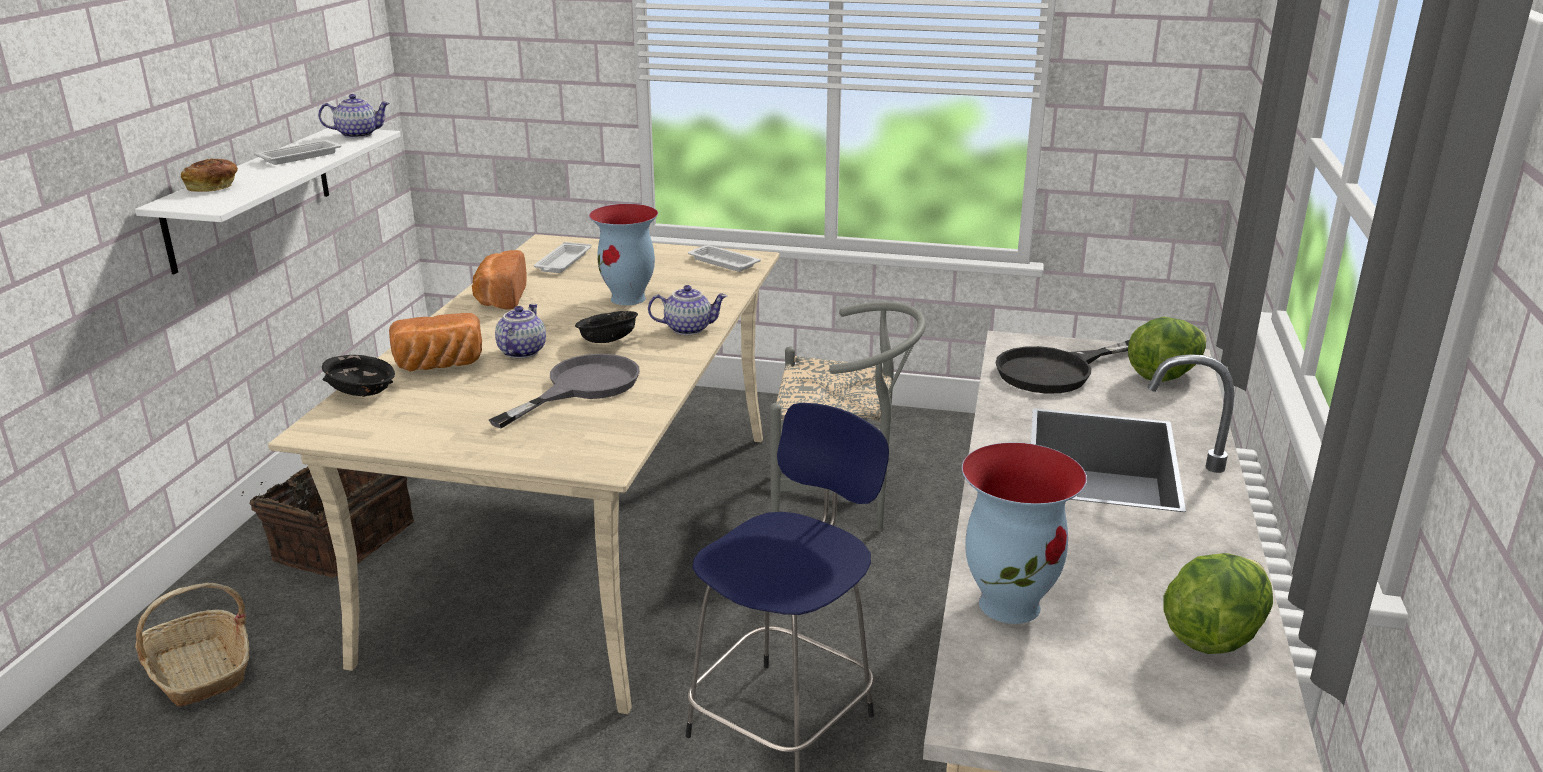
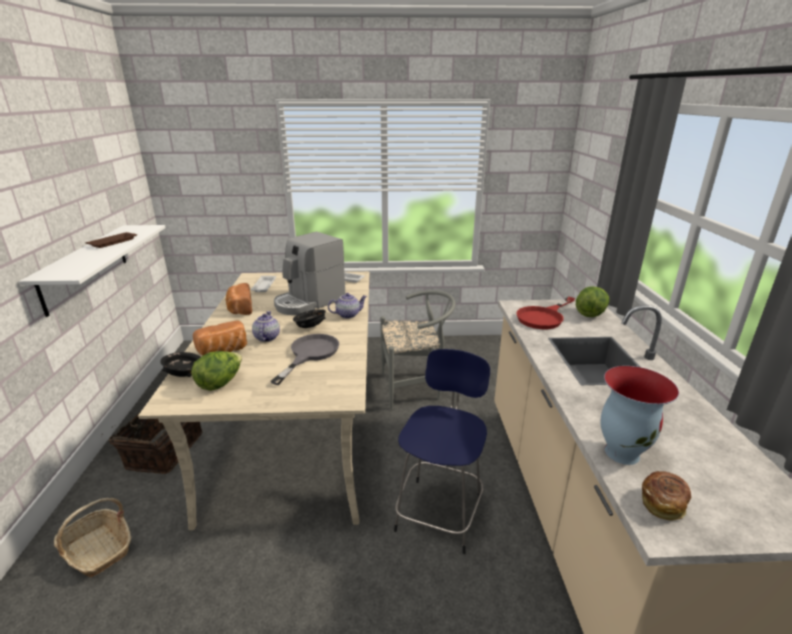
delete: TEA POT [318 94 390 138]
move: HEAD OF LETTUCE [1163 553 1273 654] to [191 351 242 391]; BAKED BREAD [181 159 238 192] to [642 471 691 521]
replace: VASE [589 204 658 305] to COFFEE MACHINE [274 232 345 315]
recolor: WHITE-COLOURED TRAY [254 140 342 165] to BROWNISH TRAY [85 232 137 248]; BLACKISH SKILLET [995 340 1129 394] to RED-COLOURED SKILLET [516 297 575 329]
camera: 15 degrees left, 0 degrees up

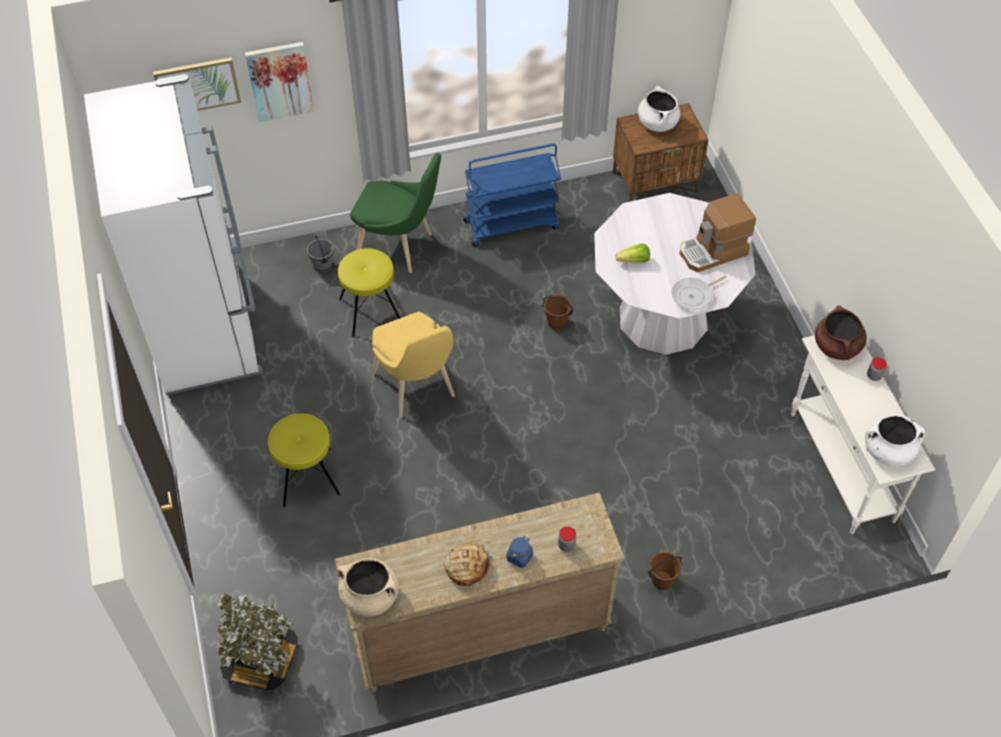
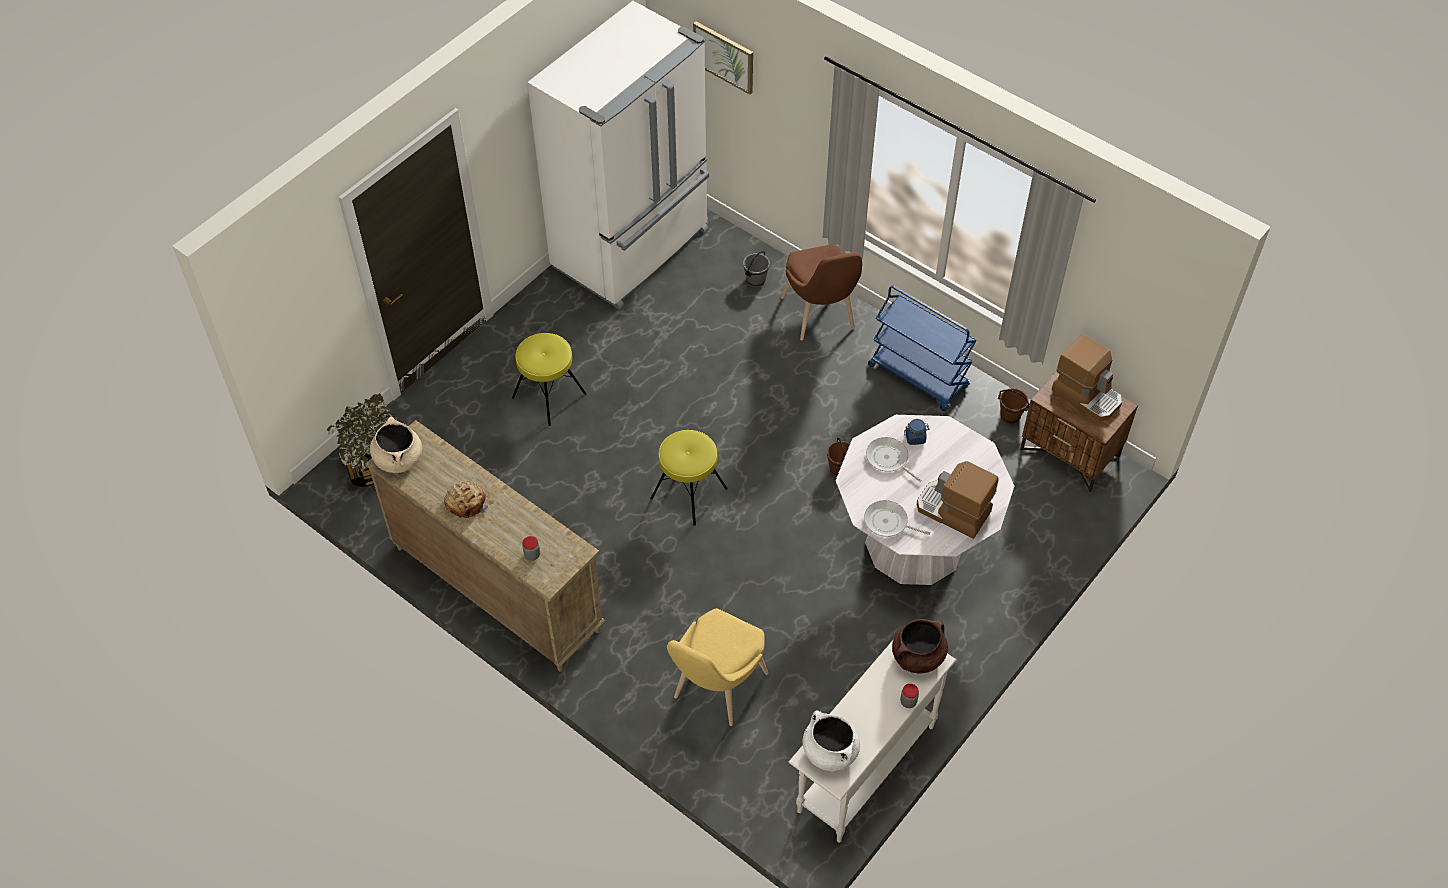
delete: PICTURE [245 42 314 122]
move: YELLOWISH SITTING STOOL [338 248 400 337] to [650 430 728 526]; YELLOWISH PLAIN CHAIR [372 312 455 418] to [667 608 769 726]; BLUE-COLOURED STORAGE JAR [507 536 533 568] to [904 419 930 445]; BROWNISH WATER BUCKET [648 552 683 590] to [998 388 1029 424]
replace: HEAD OF LETTUCE [616 244 650 263] to SKILLET [866 437 922 482]; WHITE-COLOURED STOCKPOT [638 86 680 132] to COFFEE MACHINE [1052 334 1122 421]
recolor: GREEN-COLOURED PLAIN CHAIR [350 153 441 273] to BROWNISH PLAIN CHAIR [781 245 862 341]
camera: 55 degrees right, 0 degrees up

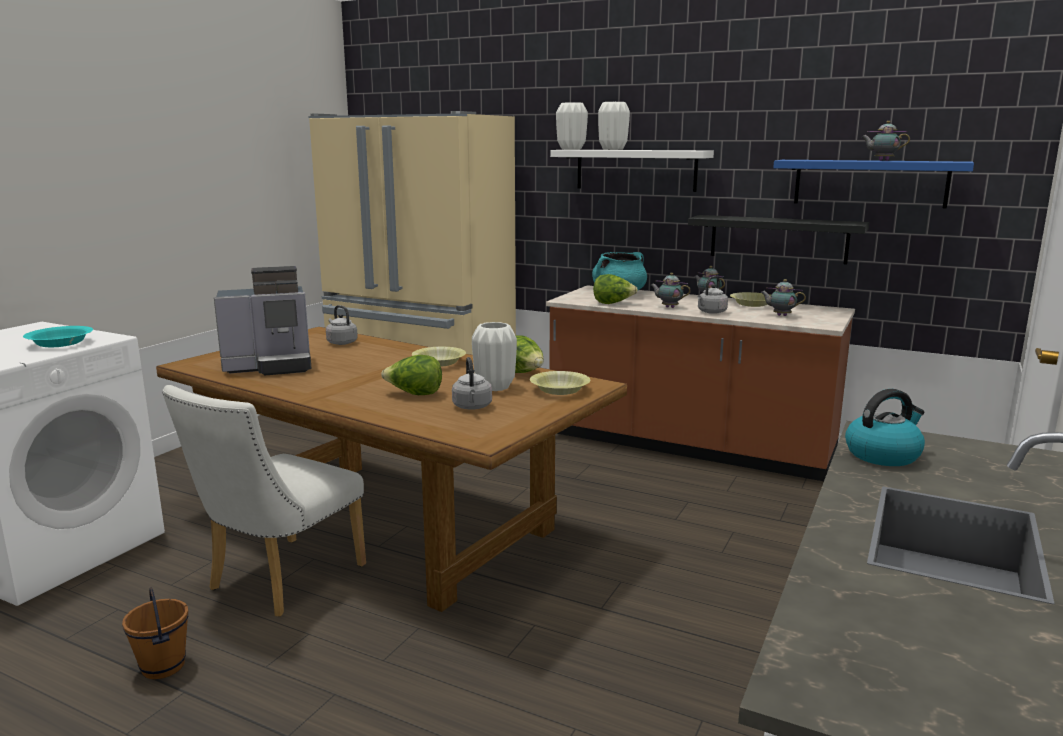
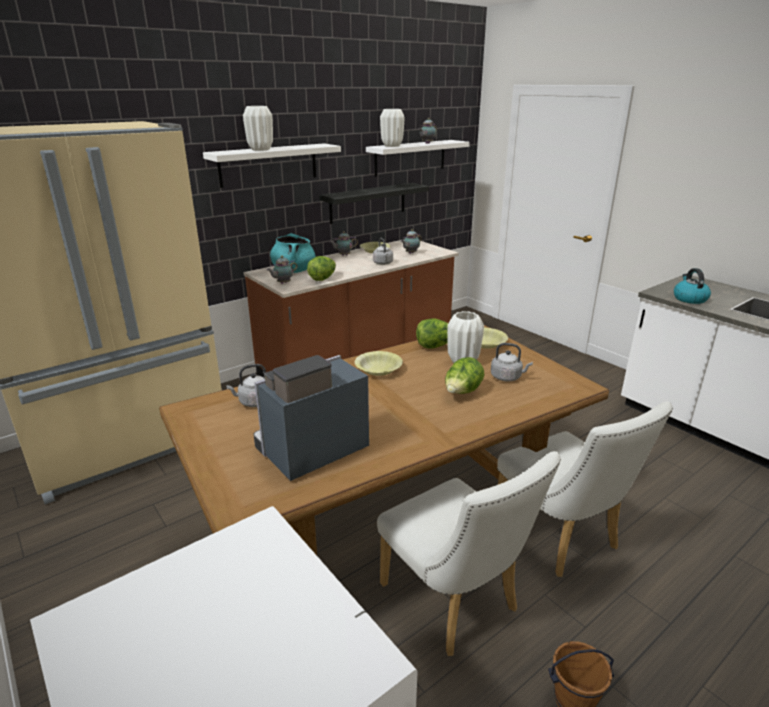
delete: BLUE-GREEN BOWL [23 326 93 347]
insert: WHITE-COLOURED PLAIN CHAIR [497 402 673 577]
move: TEA POT [650 273 691 308] to [267 256 297 284]; WHITE-COLOURED VASE [556 102 588 150] to [380 109 405 147]
recolor: BLUE-COLOURED SHELF [773 160 974 208] to WHITE-COLOURED SHELF [366 140 470 177]
rotate: COFFEE MACHINE [214 266 311 375] = [254 355 369 481] 135 degrees counterclockwise
camera: 65 degrees left, 10 degrees up

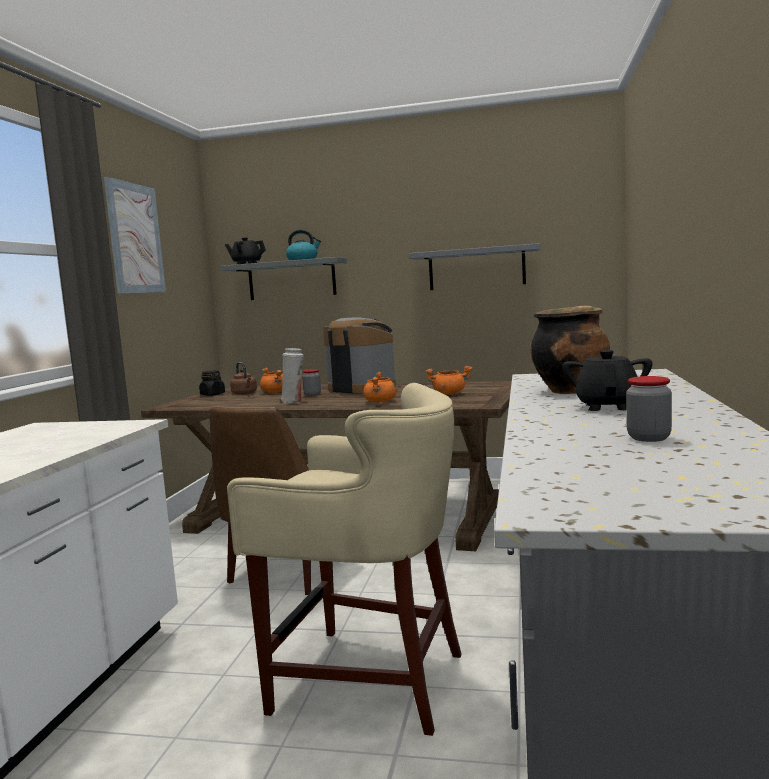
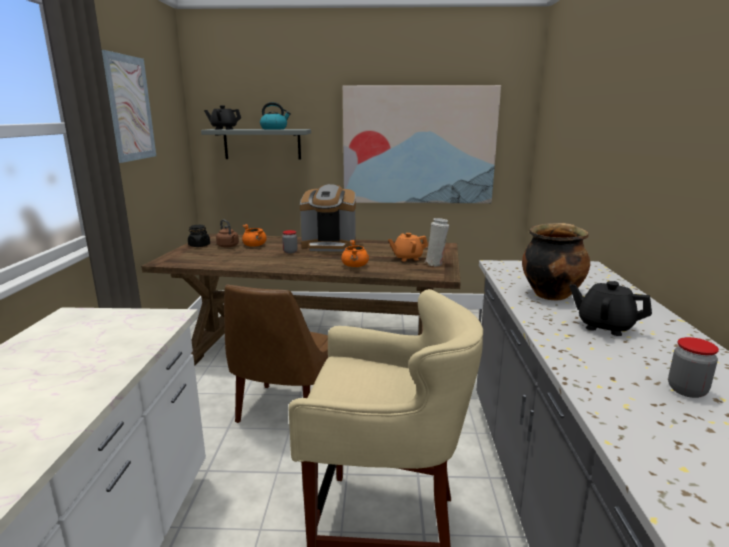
move: WHITE-COLOURED VASE [281 348 304 403] to [424 218 449 266]
replace: GREY SHELF [409 243 540 290] to PICTURE [343 85 501 203]; ORANGE STOCKPOT [426 366 472 395] to ORANGE TEA POT [388 233 428 261]
rotate: COFFEE MACHINE [323 318 396 394] = [300 184 356 252] 150 degrees clockwise; BLACKISH TEA POT [563 350 653 411] = [569 281 652 336] 60 degrees counterclockwise
camera: 10 degrees left, 10 degrees up

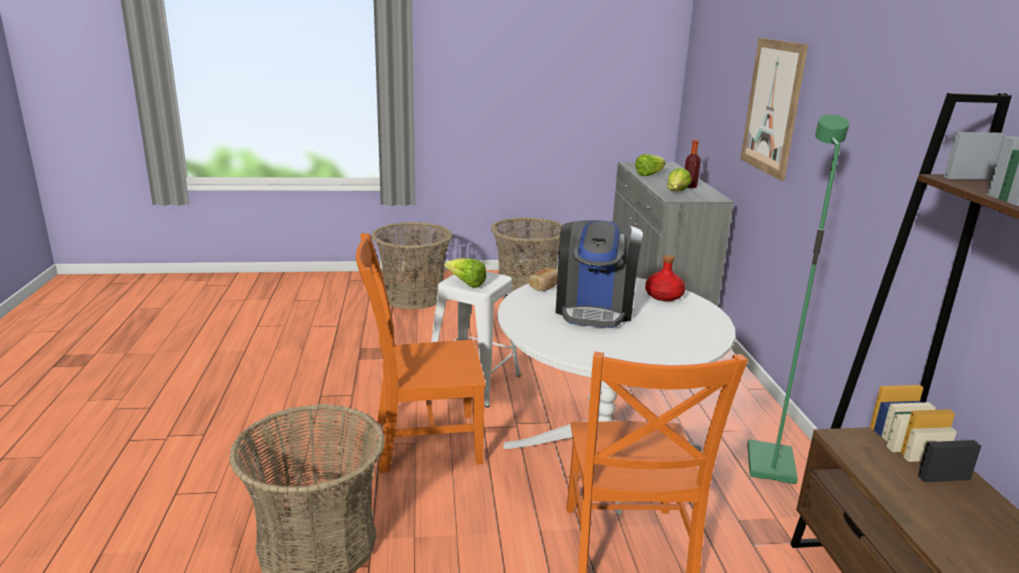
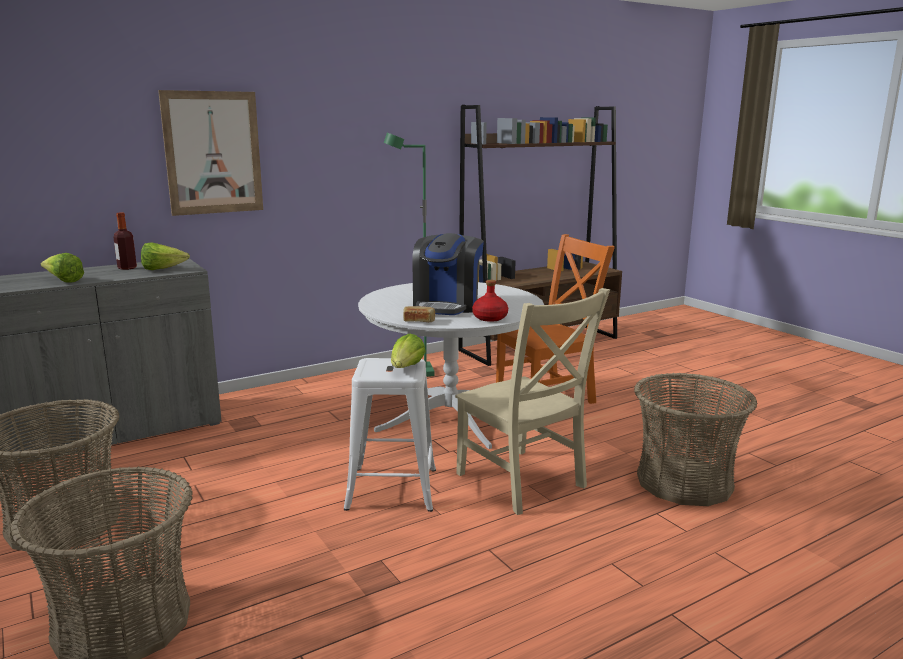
move: RED-COLOURED BEVERAGE BOTTLE [645 255 685 301] to [472 280 508 322]
recolor: ORANGE PLAIN CHAIR [356 233 486 473] to SAND-COLOURED PLAIN CHAIR [455 288 610 515]
rotate: COFFEE MACHINE [556 220 643 328] = [412 233 484 315] 120 degrees clockwise
camera: 115 degrees left, 5 degrees down

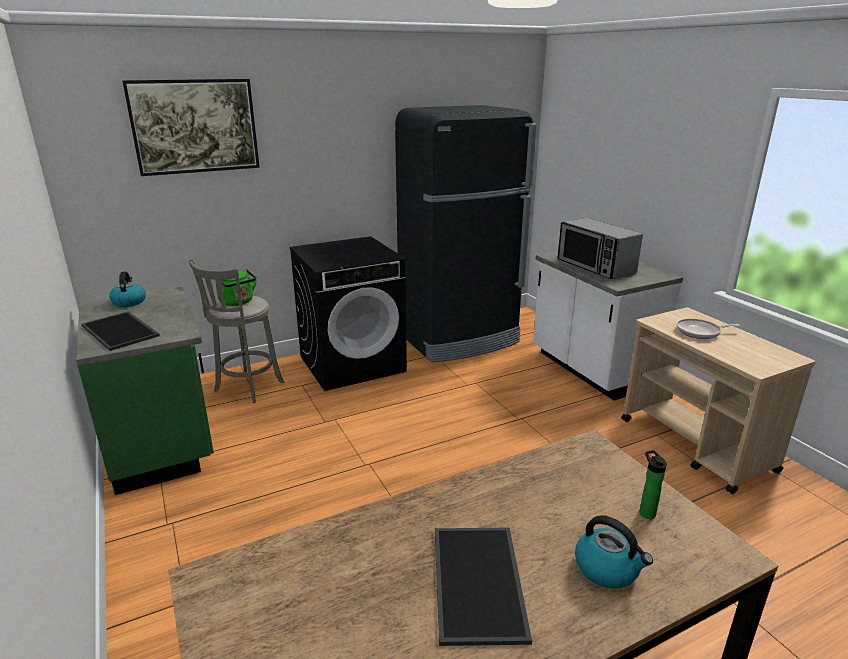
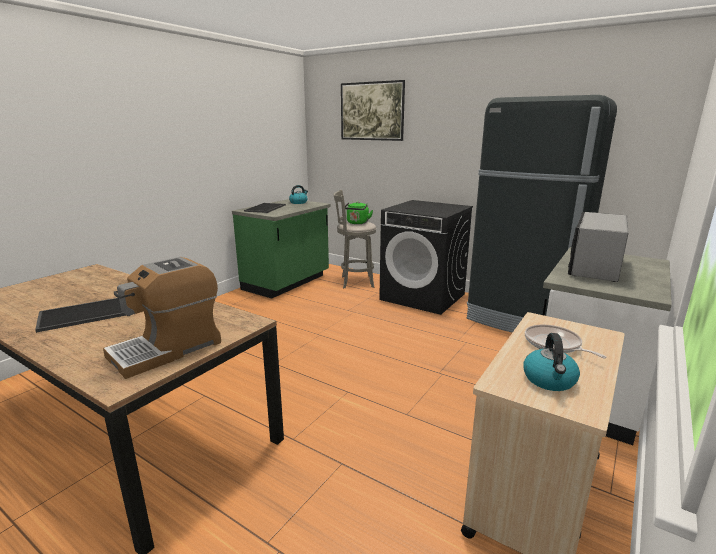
move: WATER KETTLE [575 515 653 589] to [523 333 580 391]
replace: BEVERAGE BOTTLE [639 450 667 519] to COFFEE MACHINE [103 257 221 379]
camera: 60 degrees right, 5 degrees down

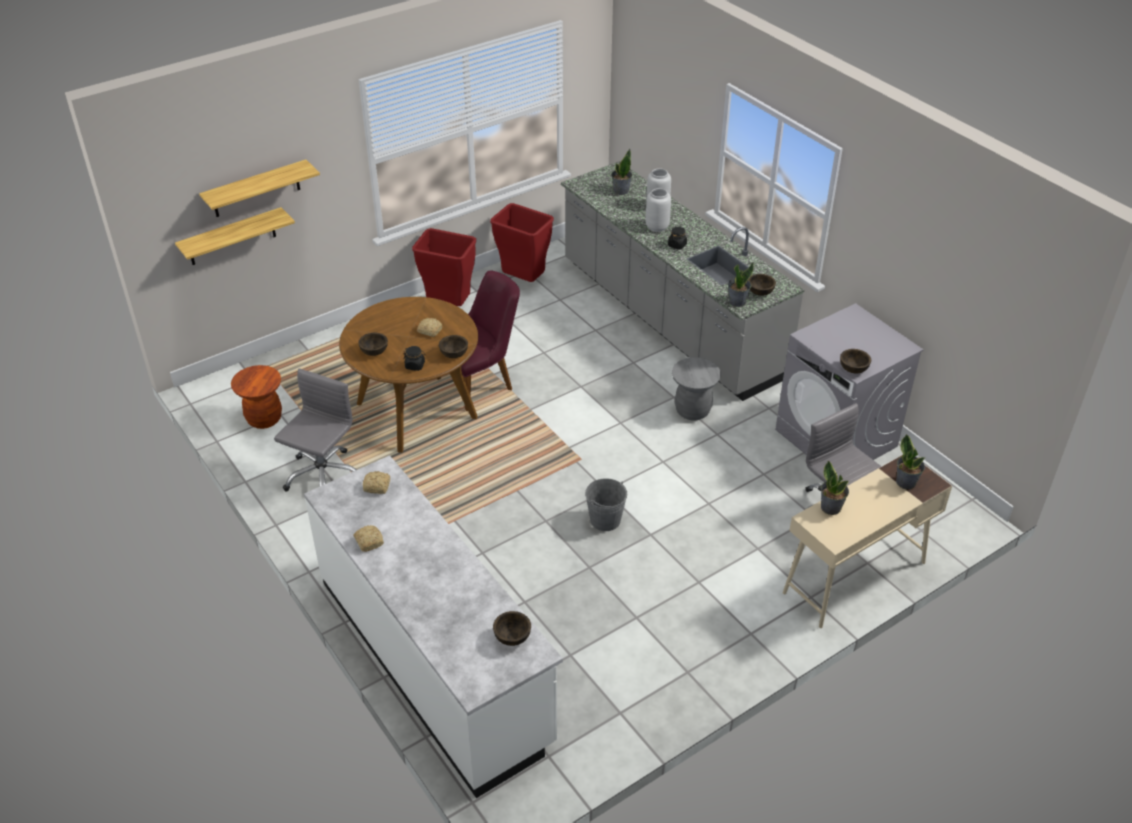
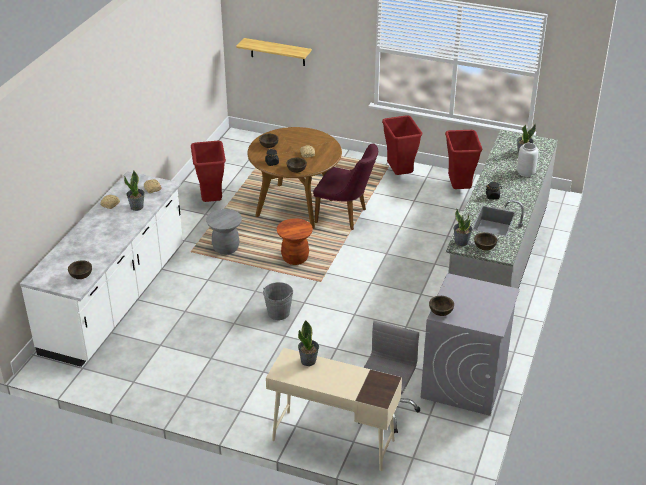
delete: SHELF [199 160 320 217]; GREY VASE [646 188 671 232]
move: PLANT IN A POT [896 434 925 489] to [124 170 145 211]; GREY SITTING STOOL [672 357 721 420] to [206 209 242 255]; BROWNISH SITTING STOOL [231 365 282 429] to [277 218 313 265]
replace: GREY OFFICE CHAIR [274 369 356 492] to RED-COLOURED WASTE BIN [191 141 226 202]
camera: 55 degrees right, 5 degrees down

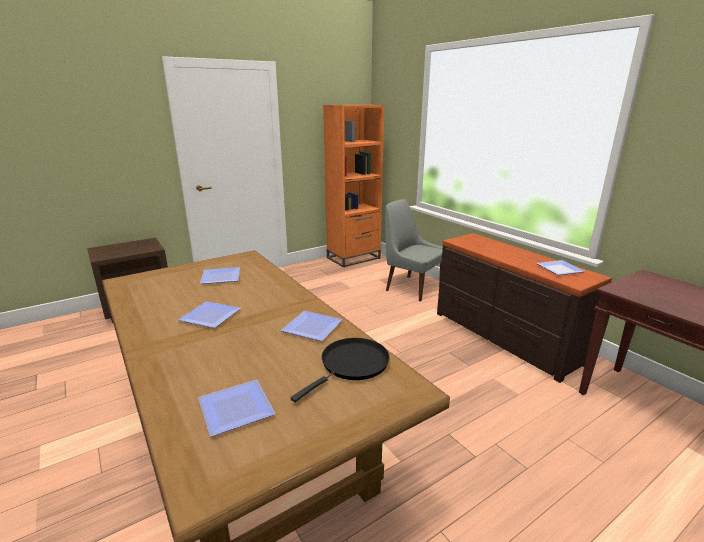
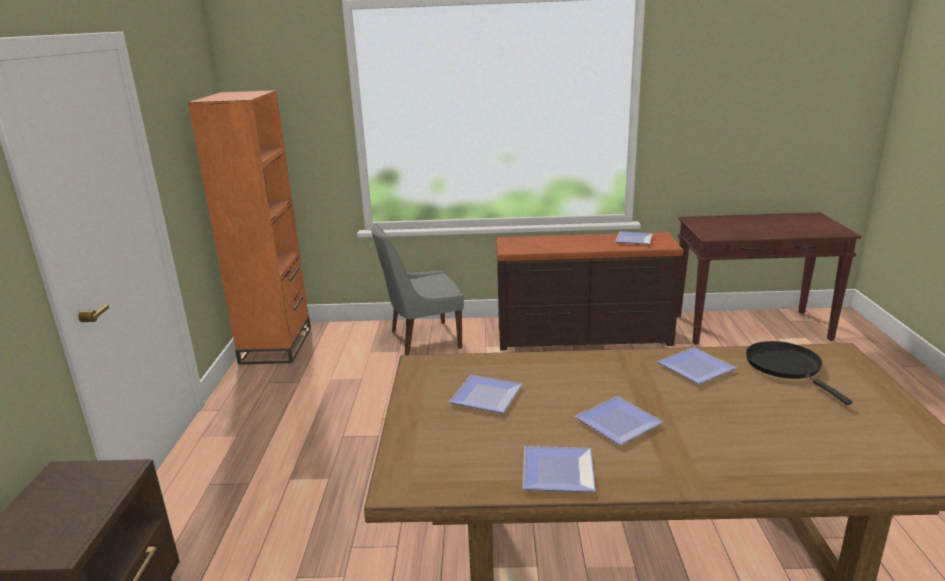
move: PLATE [198 380 275 437] to [523 446 596 492]
camera: 55 degrees left, 0 degrees up

